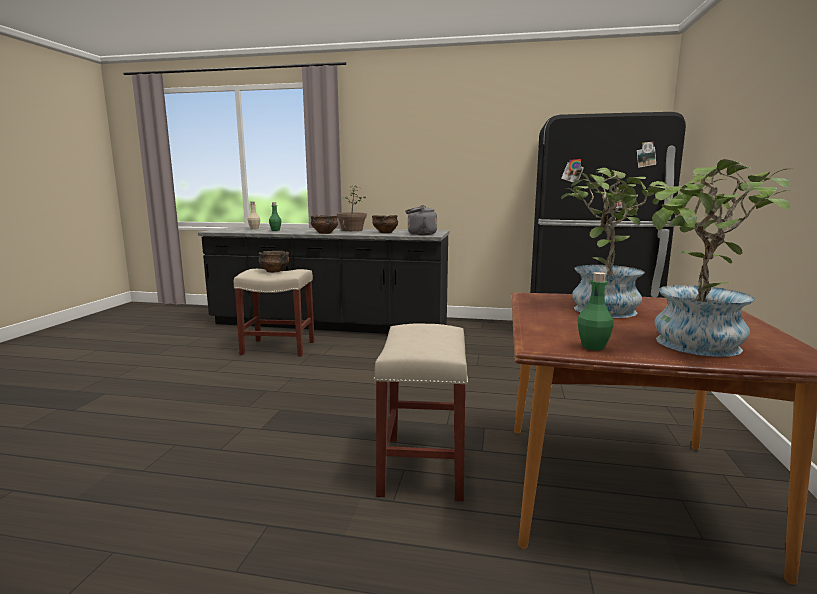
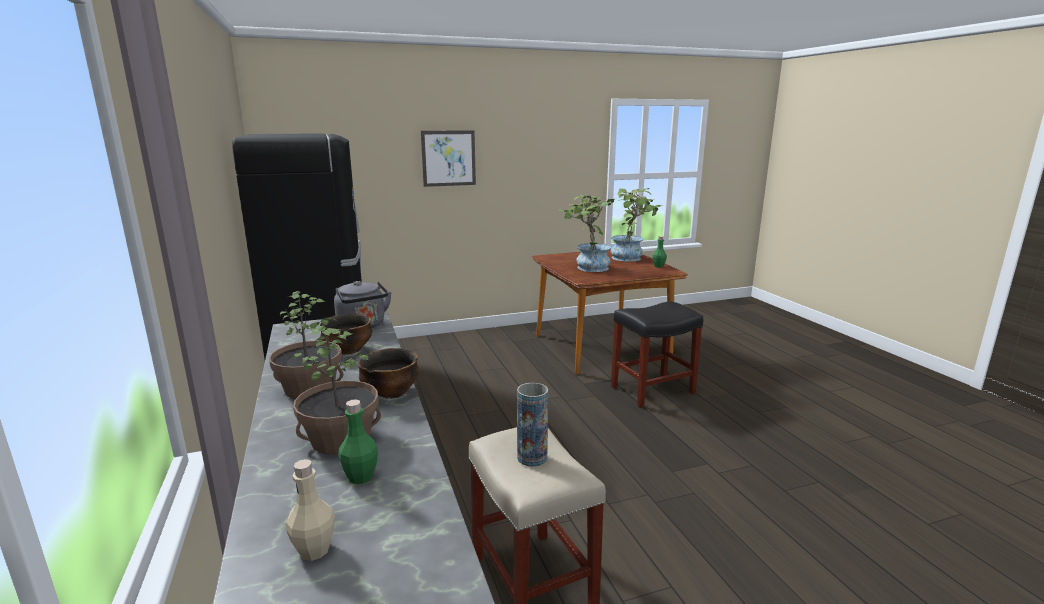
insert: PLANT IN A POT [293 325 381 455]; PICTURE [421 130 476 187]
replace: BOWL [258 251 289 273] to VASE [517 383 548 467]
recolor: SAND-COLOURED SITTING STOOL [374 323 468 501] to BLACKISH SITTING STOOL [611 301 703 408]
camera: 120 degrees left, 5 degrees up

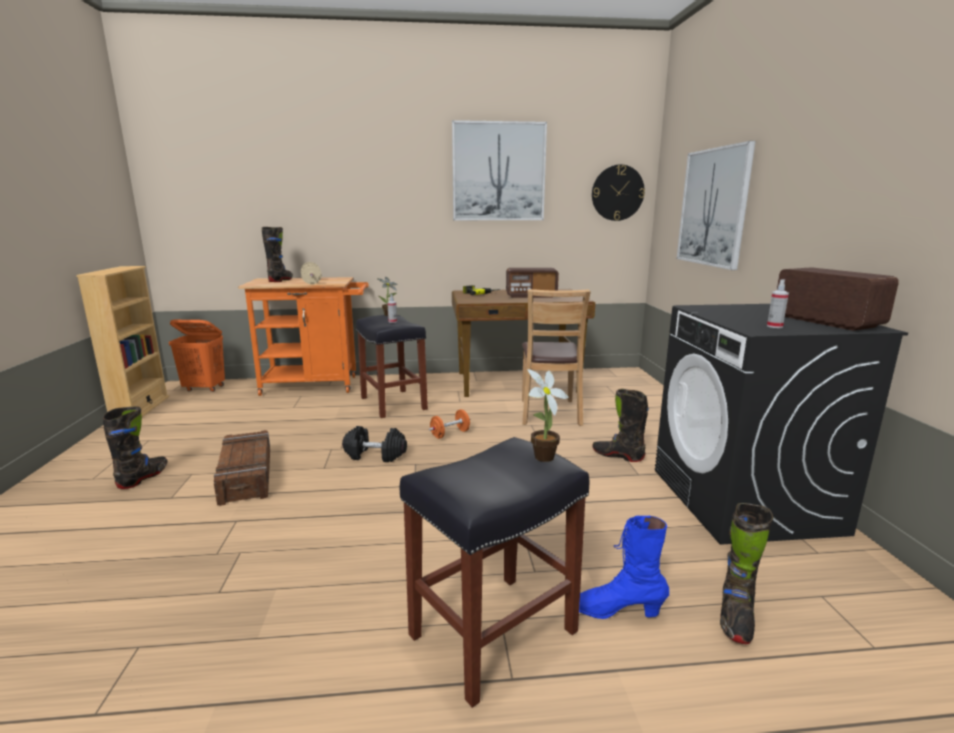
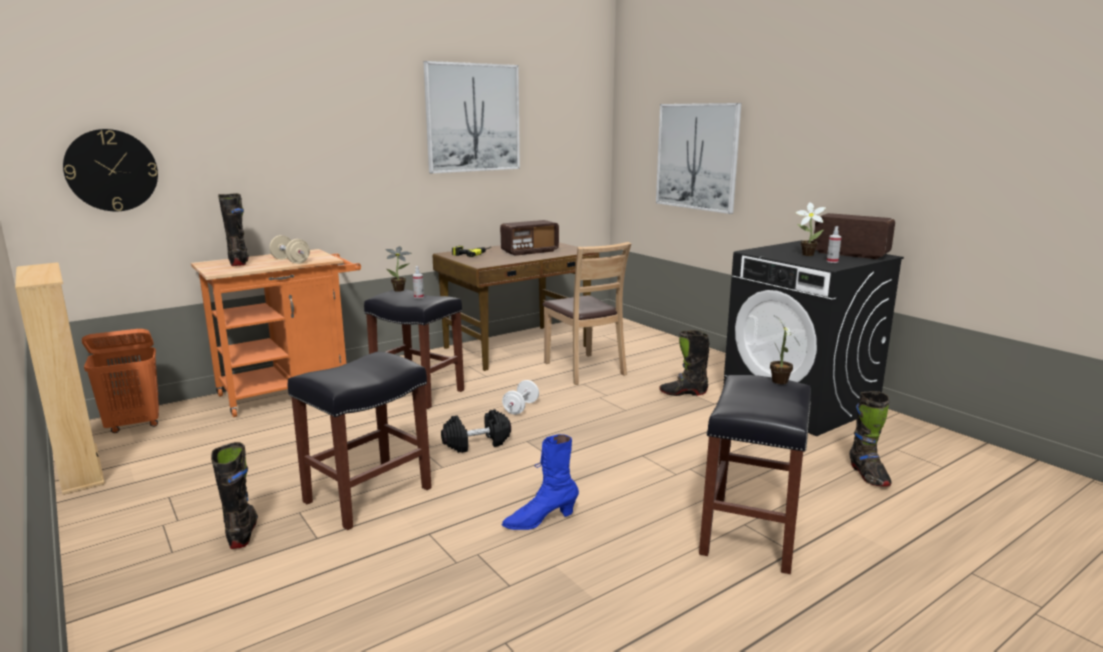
insert: PLANT IN A POT [795 202 826 256]
move: HANGING CLOCK [592 164 645 221] to [63 129 158 211]; BLUE-COLOURED HIGH-TOP BOOT [579 516 669 619] to [502 434 579 530]
replace: PACKING CRATE [214 430 270 506] to BLACKISH SITTING STOOL [288 352 432 530]
recolor: ORANGE DUMBBELL [429 409 470 439] to WHITE-COLOURED DUMBBELL [502 380 539 415]
camera: 30 degrees left, 0 degrees up

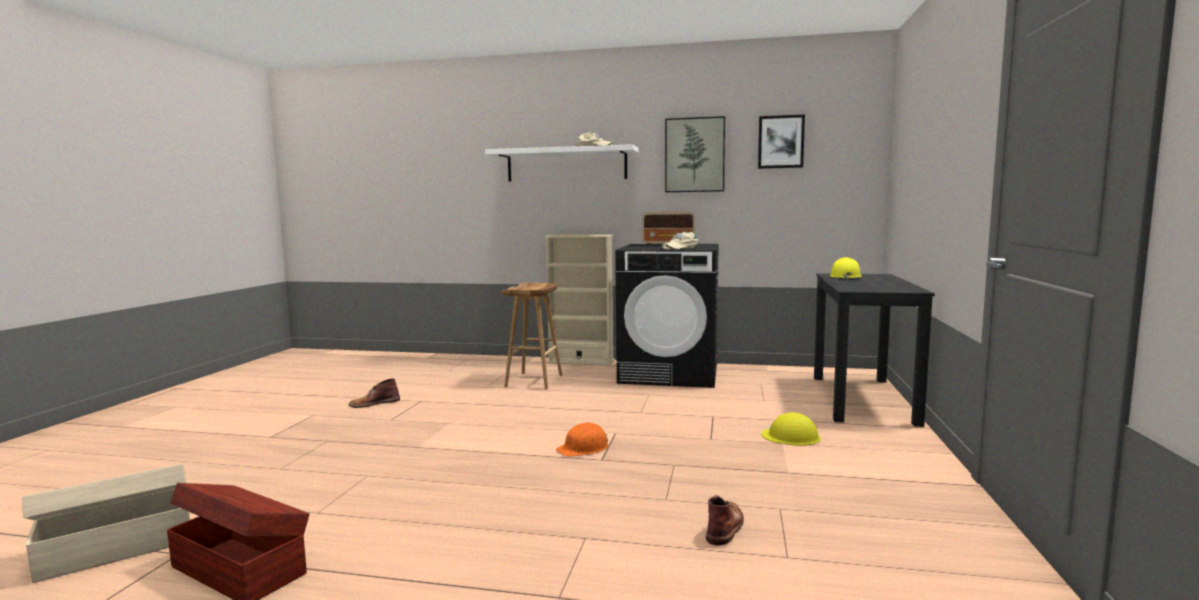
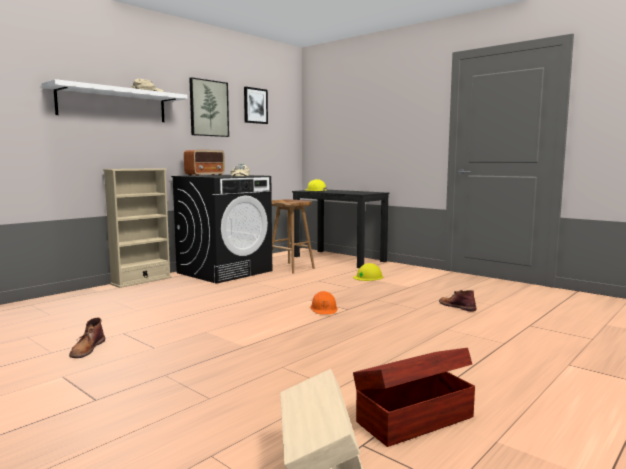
move: BROWNISH SITTING STOOL [501 283 562 389] to [272 199 315 273]
camera: 60 degrees left, 0 degrees up

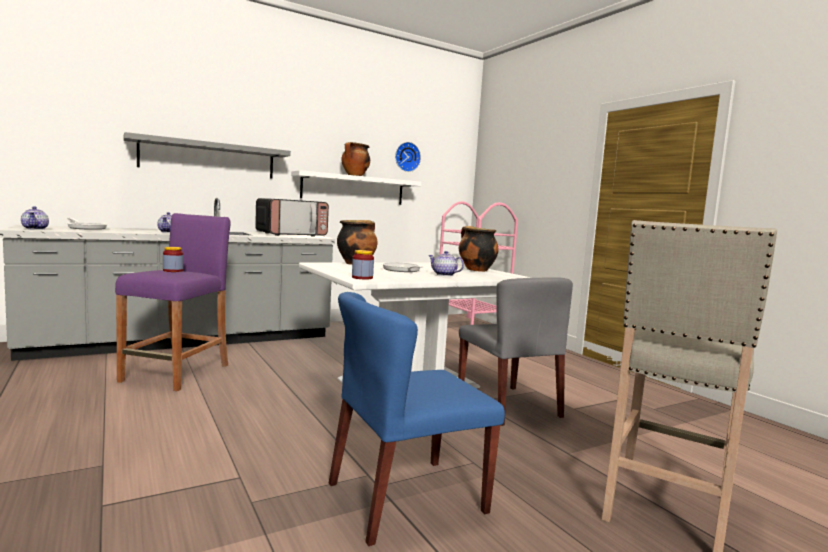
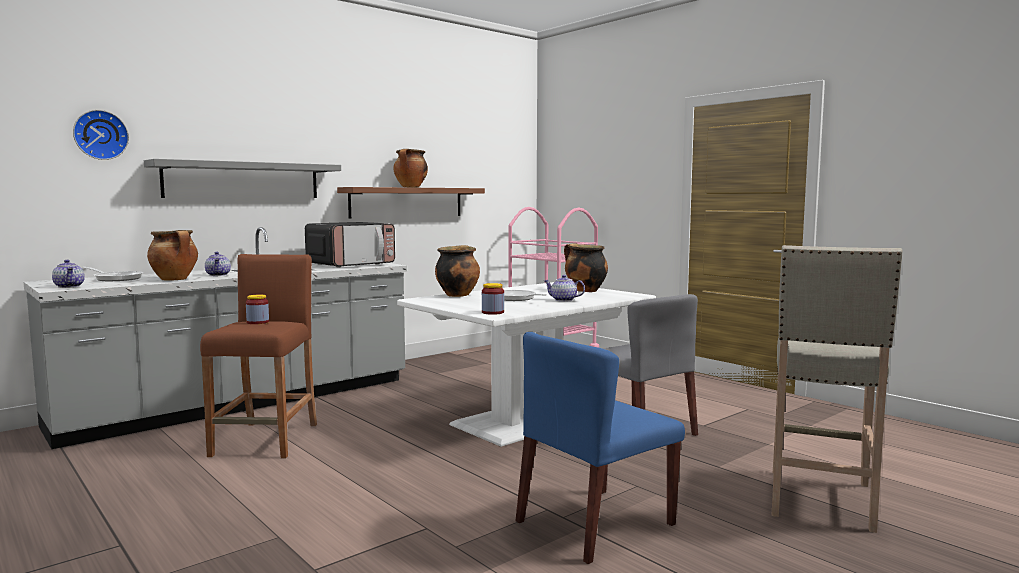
insert: STOCKPOT [147 230 198 281]
move: HANGING CLOCK [395 142 421 172] to [73 110 129 160]
recolor: PURPLE SITTING STOOL [115 213 231 391] to BROWNISH SITTING STOOL [200 254 317 458]; WHITE-COLOURED SHELF [291 170 421 205] to BROWNISH SHELF [337 187 485 218]
camera: 10 degrees left, 0 degrees up

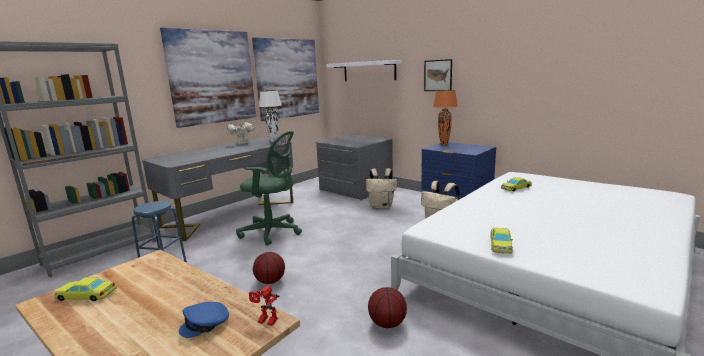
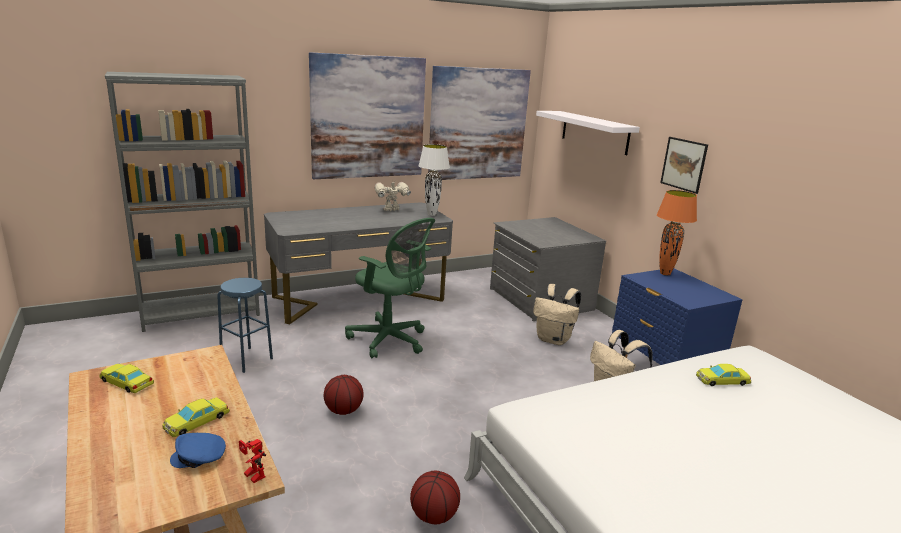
move: YELLOWISH MINIATURE CAR [491 228 513 254] to [162 397 230 437]
camera: 20 degrees right, 5 degrees up

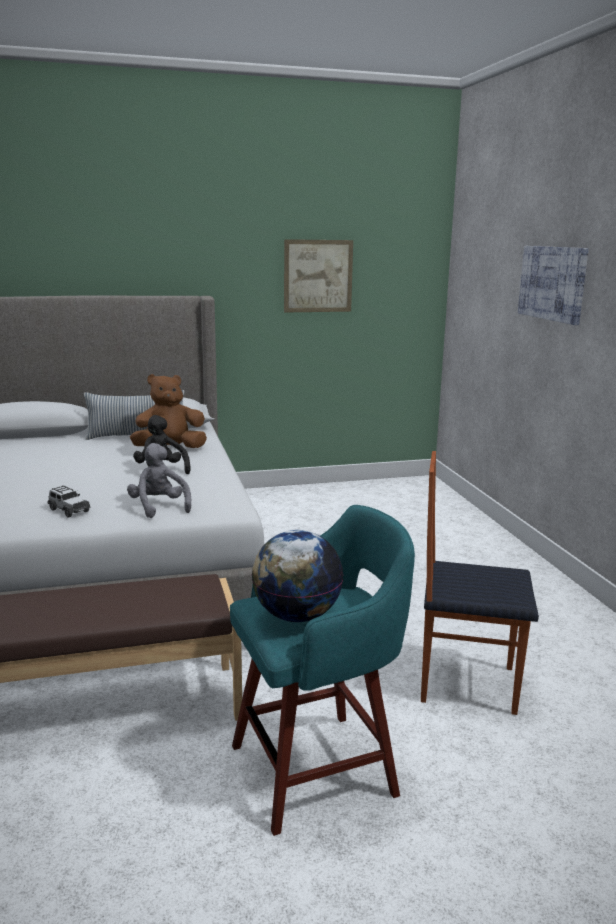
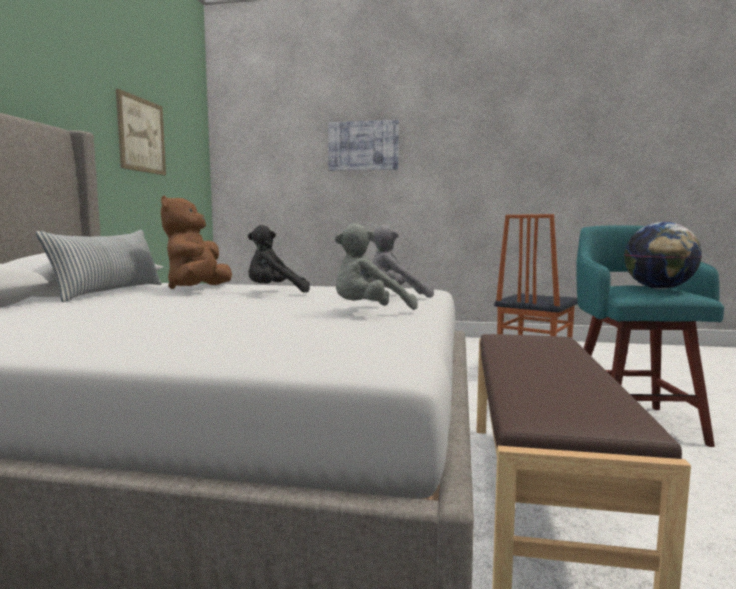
replace: MINIATURE CAR [47 485 91 517] to GREY PLUSH TOY [335 223 418 310]
camera: 65 degrees left, 10 degrees down

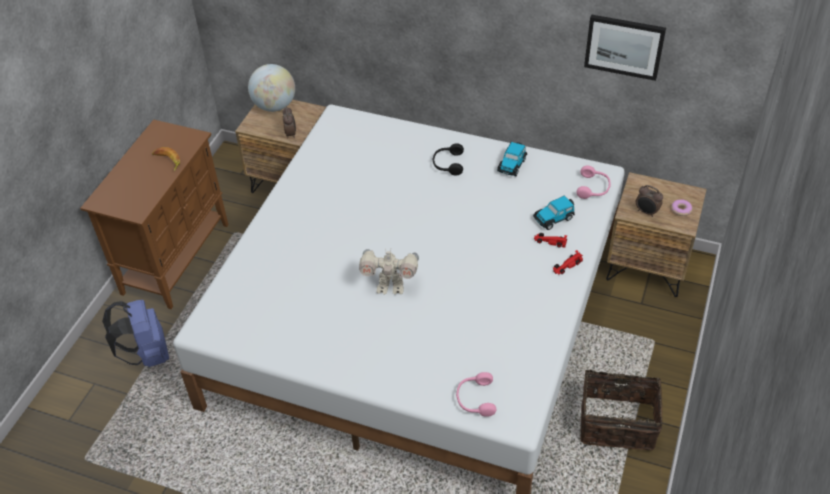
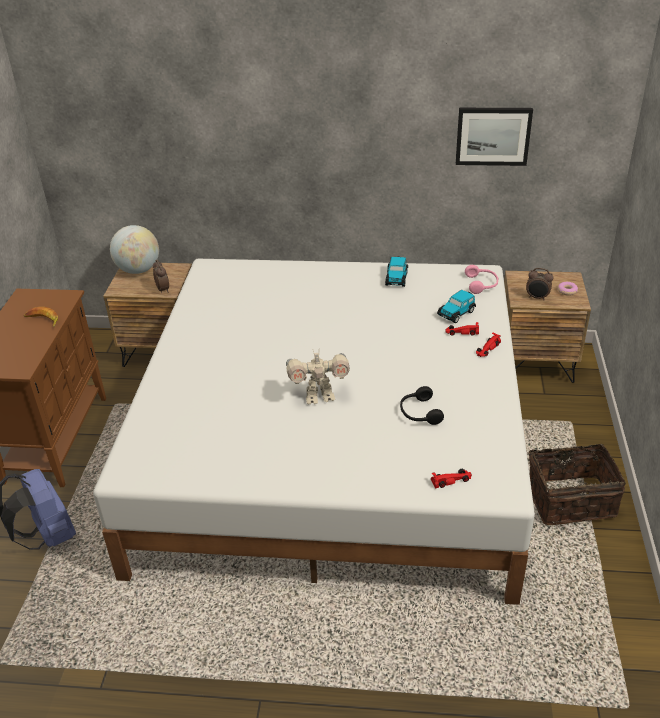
move: BLACKISH HEADSET [433 143 464 176] to [400 386 444 425]
replace: PINK HEADSET [456 372 496 417] to RED-COLOURED MINIATURE CAR [431 469 472 488]
camera: 15 degrees left, 10 degrees down

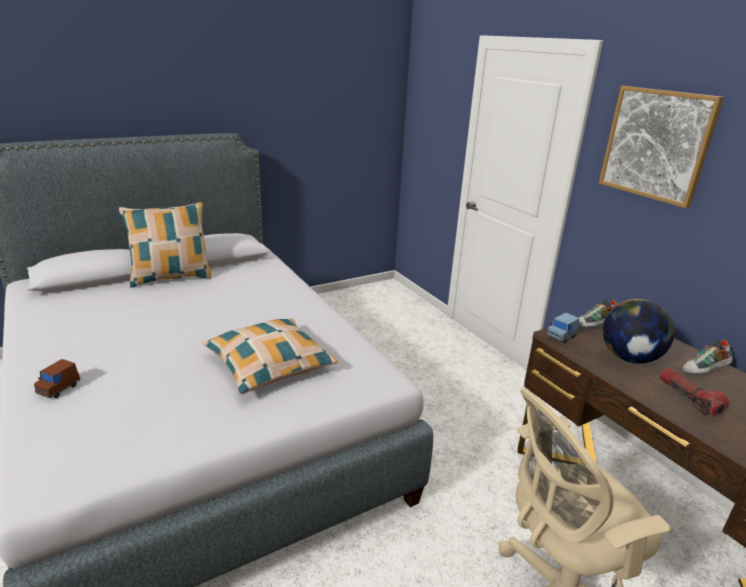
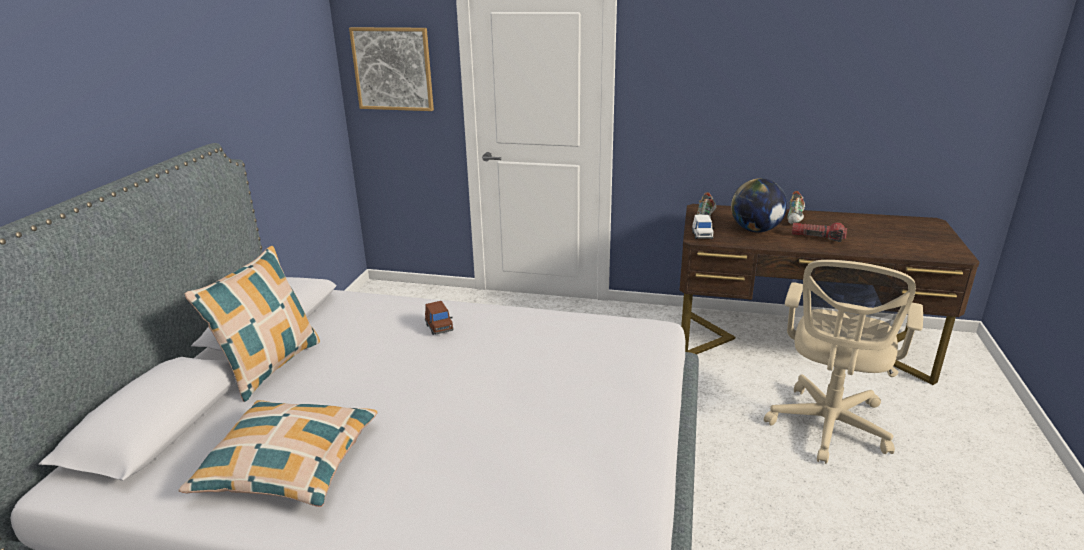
move: PILLOW [203 319 338 394] to [178 400 378 507]; PICTURE [599 86 724 208] to [349 27 434 111]; BROWNISH MINIATURE CAR [34 359 81 398] to [425 301 454 335]
recolor: BLUE-COLOURED MINIATURE CAR [546 313 579 343] to WHITE-COLOURED MINIATURE CAR [692 215 714 239]
camera: 45 degrees left, 0 degrees up

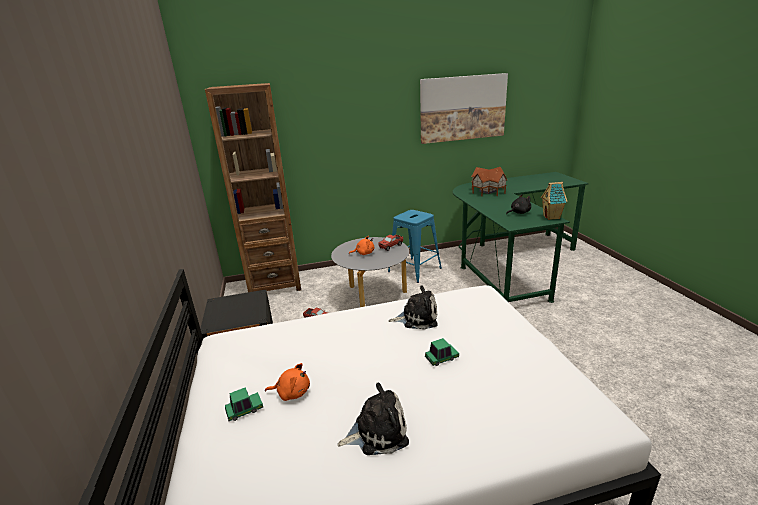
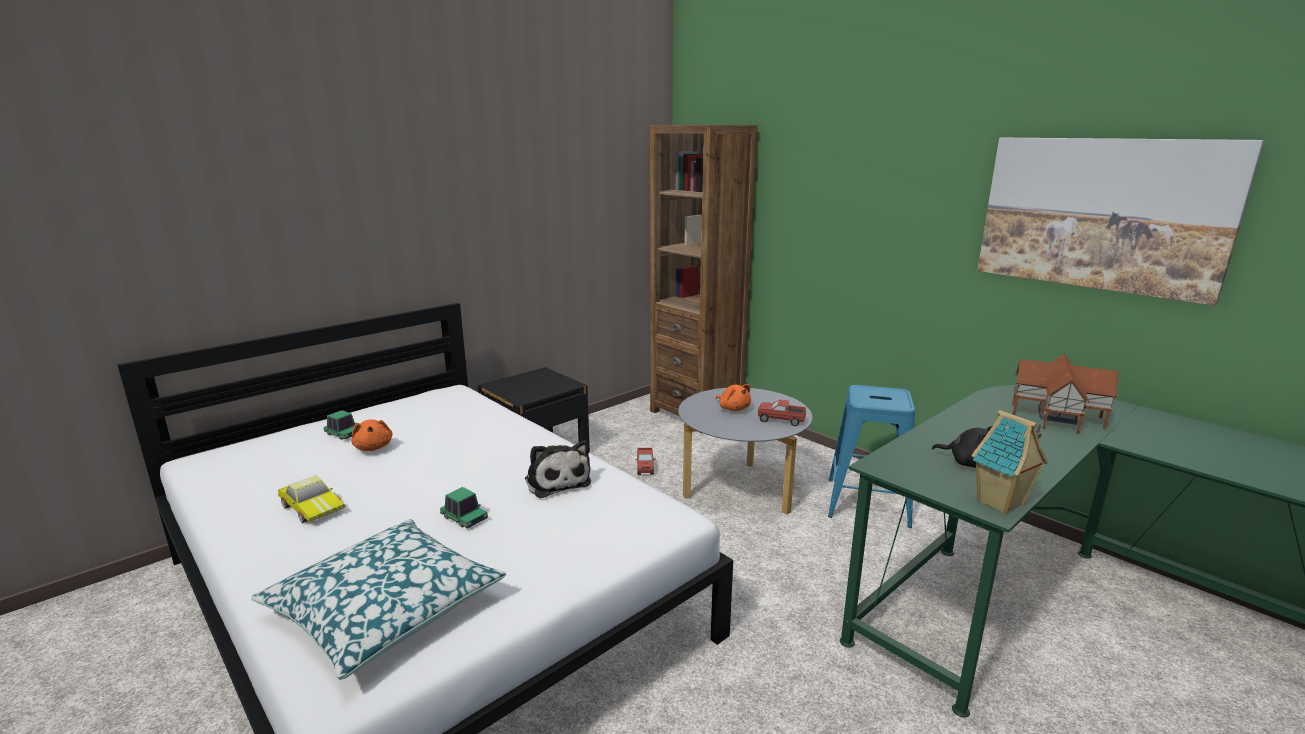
insert: PILLOW [251 519 506 680]
replace: PLUSH TOY [337 383 409 455] to MINIATURE CAR [278 475 346 523]
camera: 60 degrees right, 5 degrees down

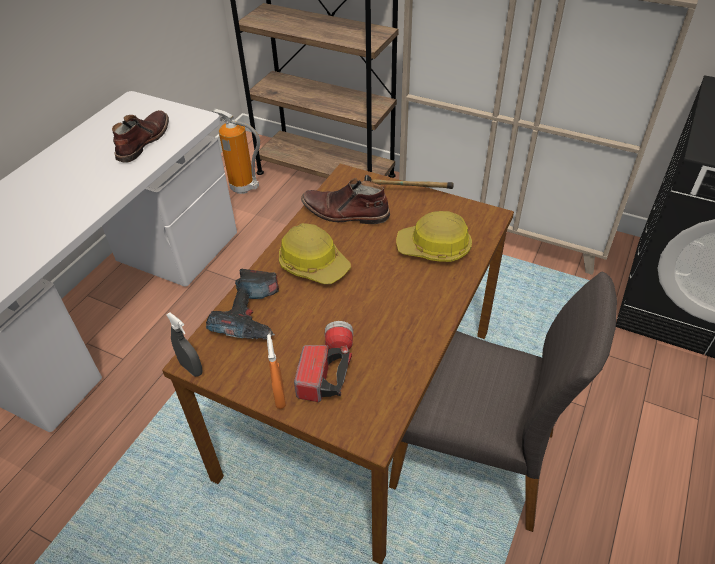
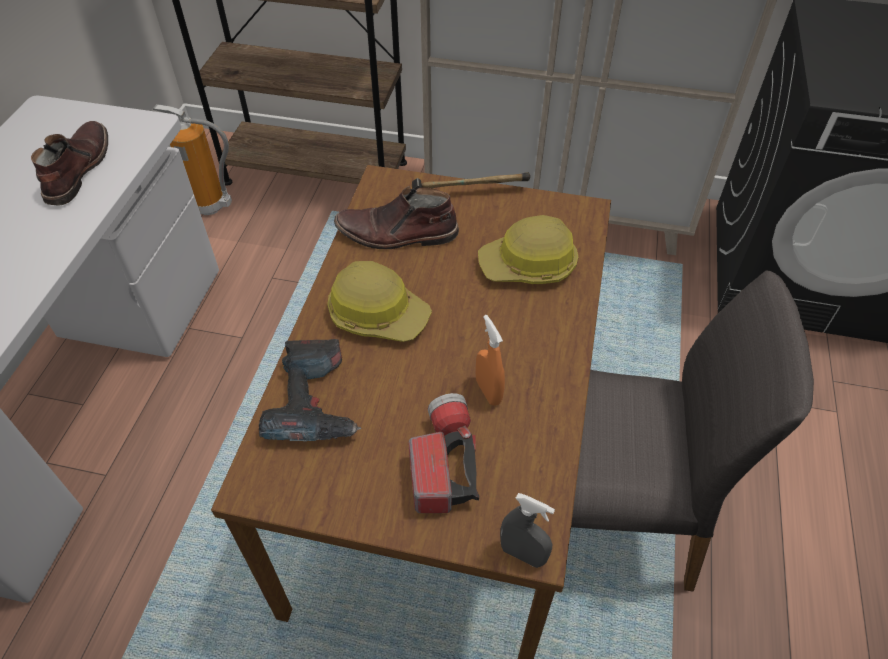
move: ORANGE HAND SPRAYER [267 334 286 409] to [476 315 505 406]; GREY HAND SPRAYER [166 312 202 377] to [500 493 555 568]
camera: 15 degrees left, 5 degrees up

